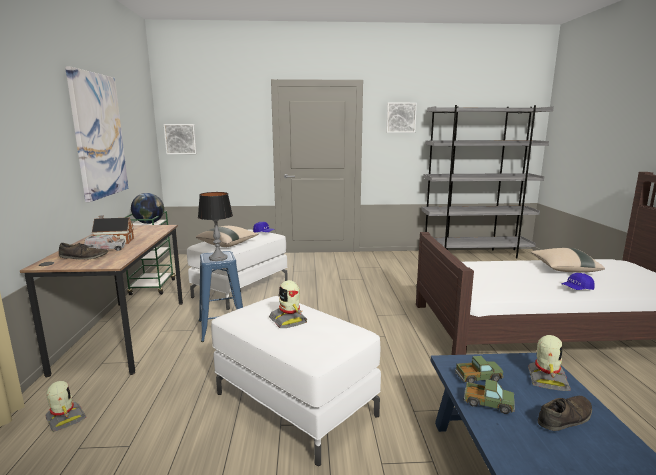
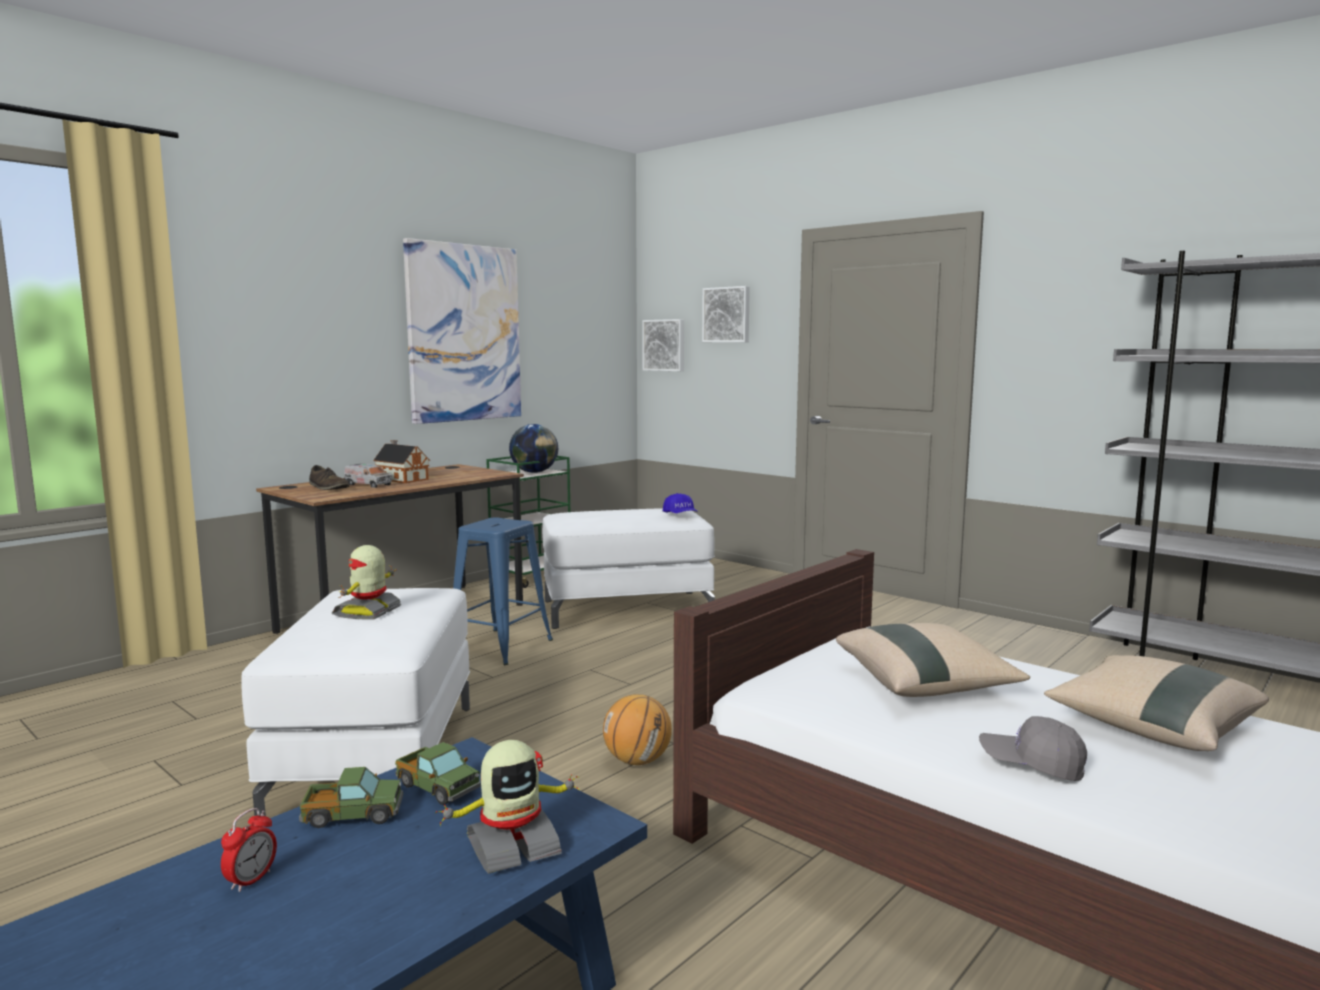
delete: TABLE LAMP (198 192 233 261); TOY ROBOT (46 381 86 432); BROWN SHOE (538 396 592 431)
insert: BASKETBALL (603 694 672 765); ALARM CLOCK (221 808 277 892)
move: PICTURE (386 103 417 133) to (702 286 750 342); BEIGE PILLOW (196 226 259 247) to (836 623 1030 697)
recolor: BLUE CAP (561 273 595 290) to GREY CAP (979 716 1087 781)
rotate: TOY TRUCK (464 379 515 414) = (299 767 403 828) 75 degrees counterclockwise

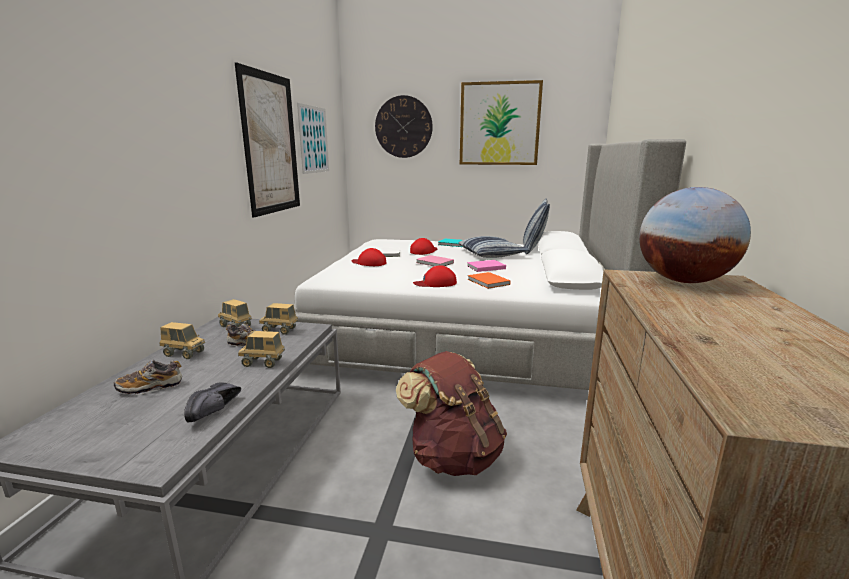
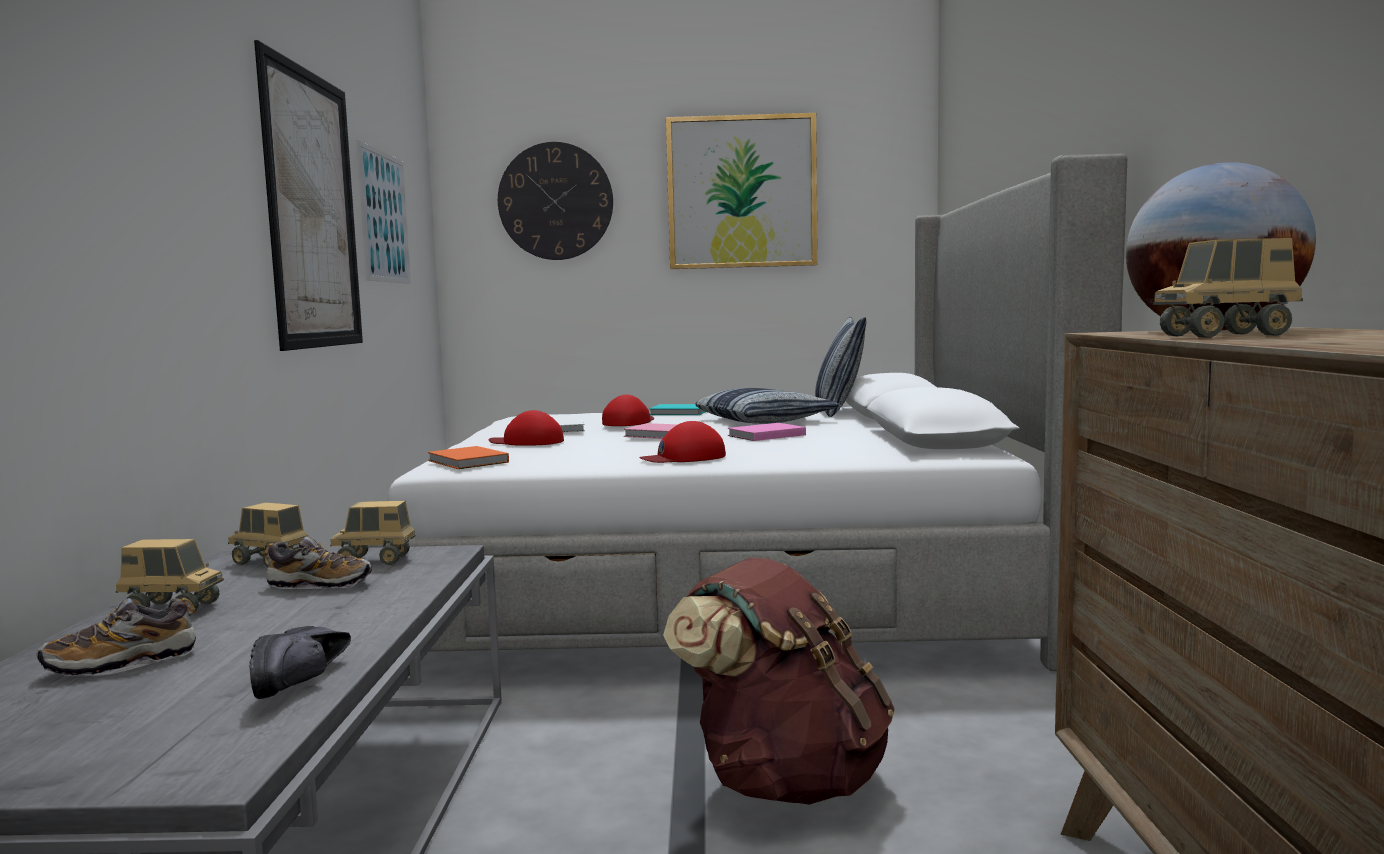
move: ORANGE BOOK (468 272 510 289) to (428 446 509 469); TOY TRUCK (238 331 285 368) to (1153 238 1303 338)

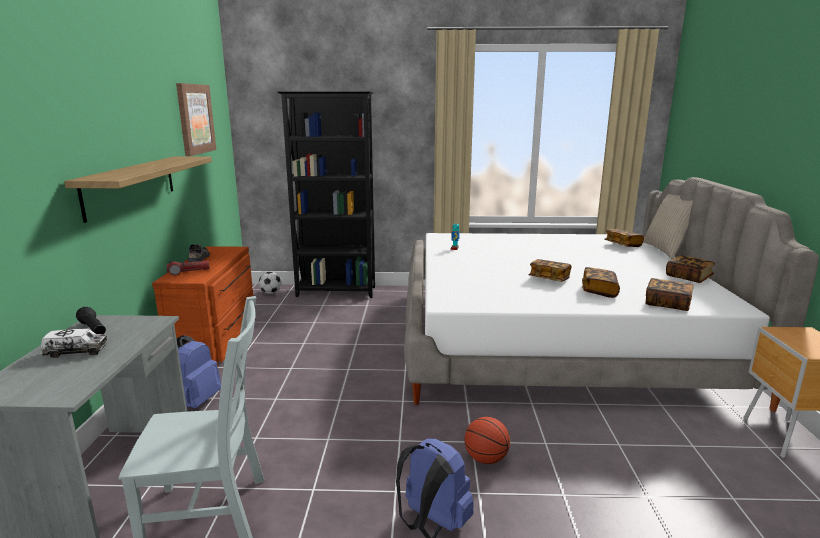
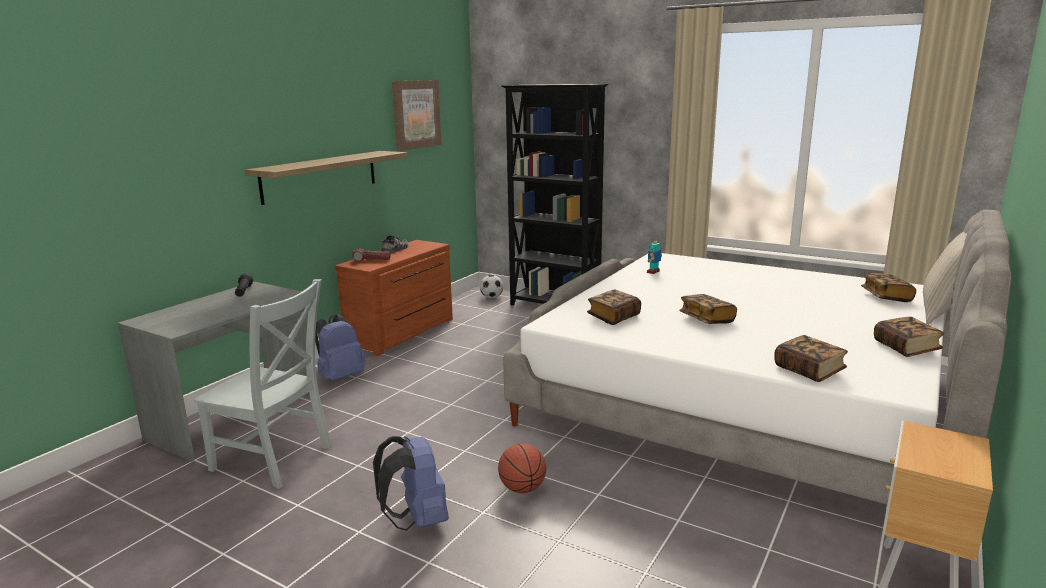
delete: TOY TRUCK (41 329 108 358)
move: BOOK (582 267 620 298) to (587 290 641 325)

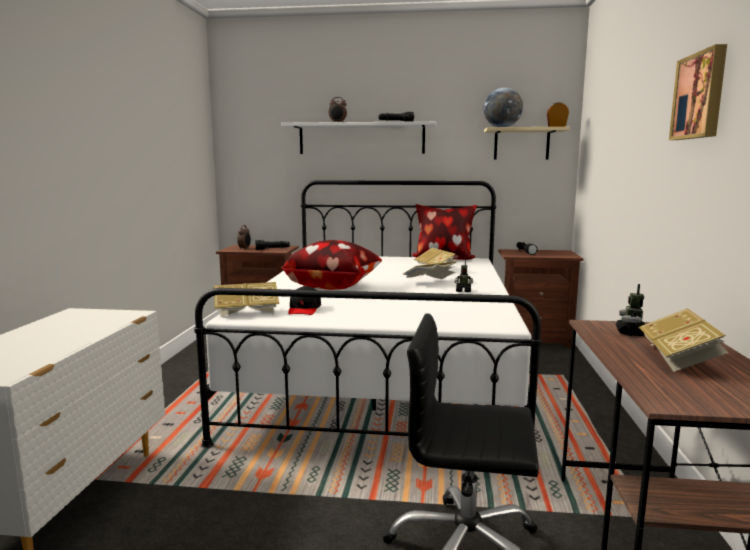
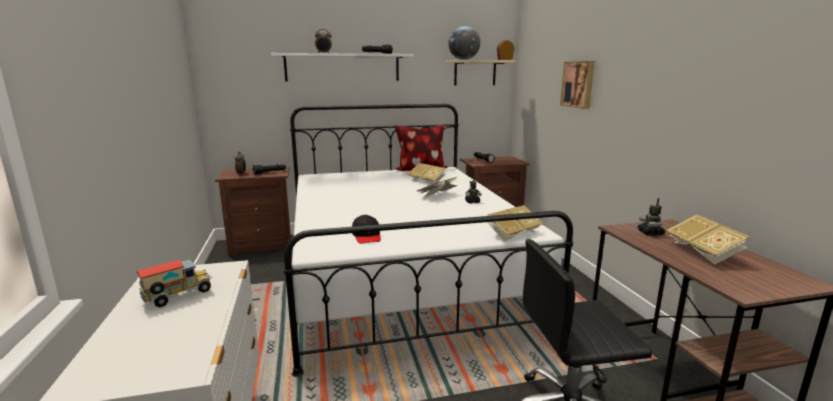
delete: PILLOW (281 240 382 290)
insert: TOY TRUCK (137 260 212 307)
move: PICTURE (669 44 727 140) to (560 61 595 109); BOOK (214 282 279 317) to (487 205 543 242)

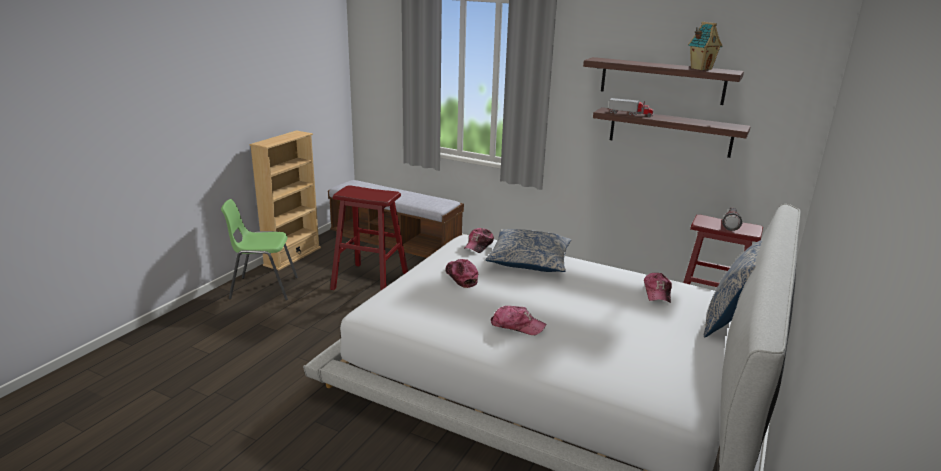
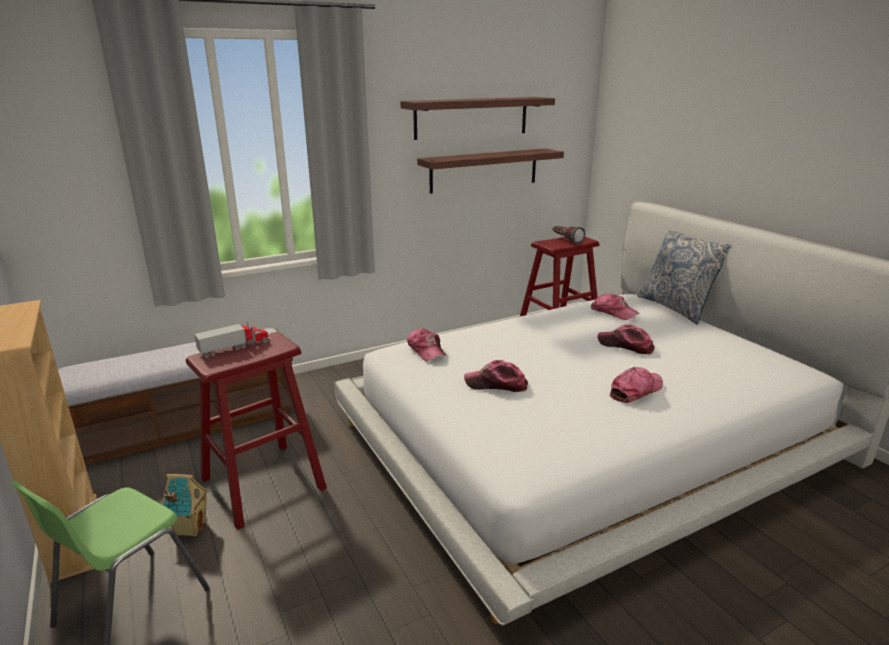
delete: PILLOW (485 229 571 272)
insert: CAP (598 324 655 355)
move: TOY HOUSE (688 22 722 70) to (161 474 209 537); TOY TRUCK (609 98 653 117) to (194 322 270 358)

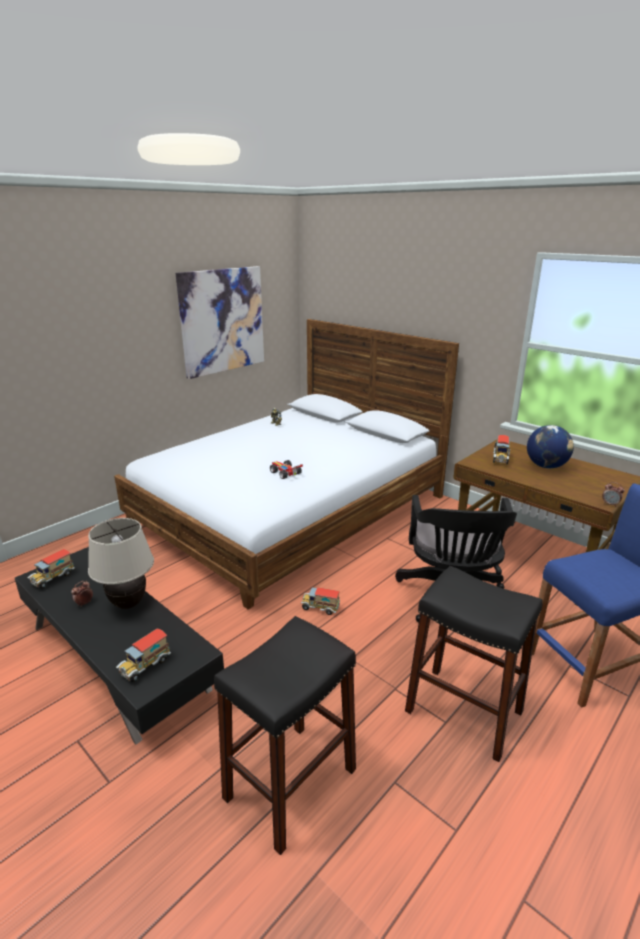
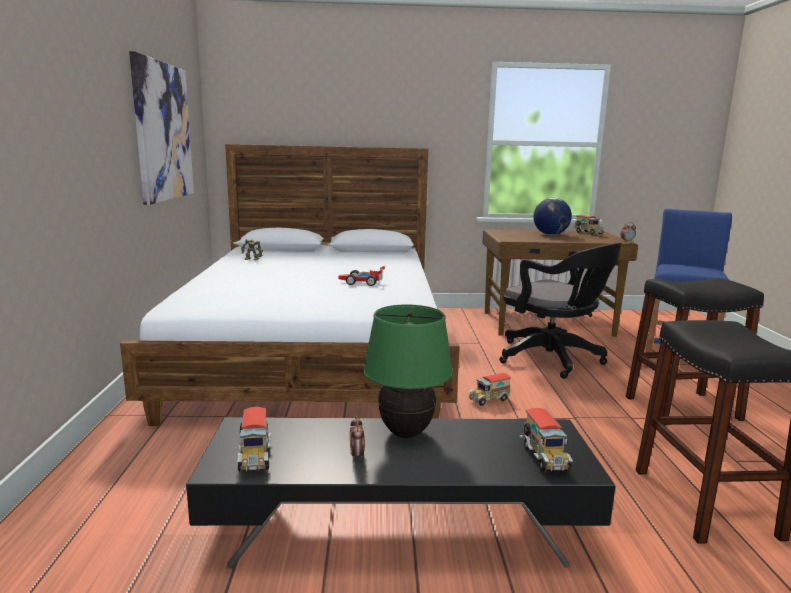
move: TOY TRUCK (493 435 510 465) to (573 215 604 235)
recolor: BEIGE TABLE LAMP (88 518 154 609) to GREEN TABLE LAMP (363 304 453 438)

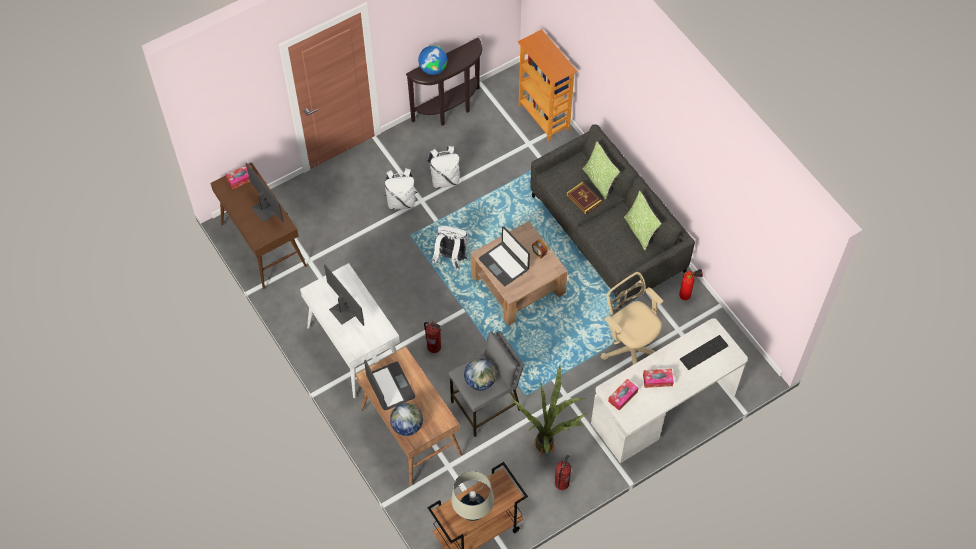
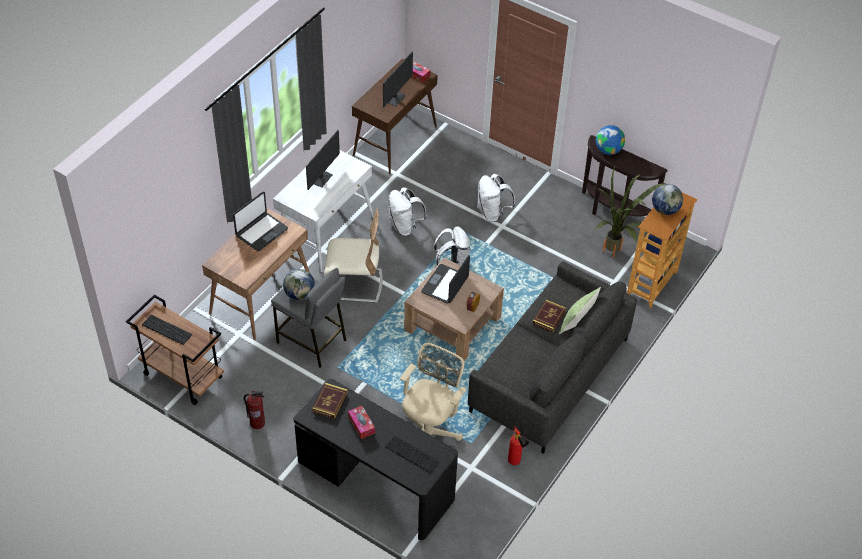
delete: PILLOW (624 191 661 250)
move: WHITE BACKPACK (427 146 461 189) to (388 187 427 236); POTTED PLANT (512 365 588 457) to (596 165 665 258); GLOBE (390 403 423 436) to (652 184 683 215)
replace: FIRE EXTINGUISHER (424 322 441 353) to BEIGE CHAIR (324 208 383 303); TISSUE BOX (608 379 638 411) to BOOK (312 382 348 419); BEIGE TABLE LAMP (451 471 494 521) to KEYBOARD (142 315 192 345)
recolor: WHITE DESK (591 318 748 463) to BLACK DESK (293 378 458 540)

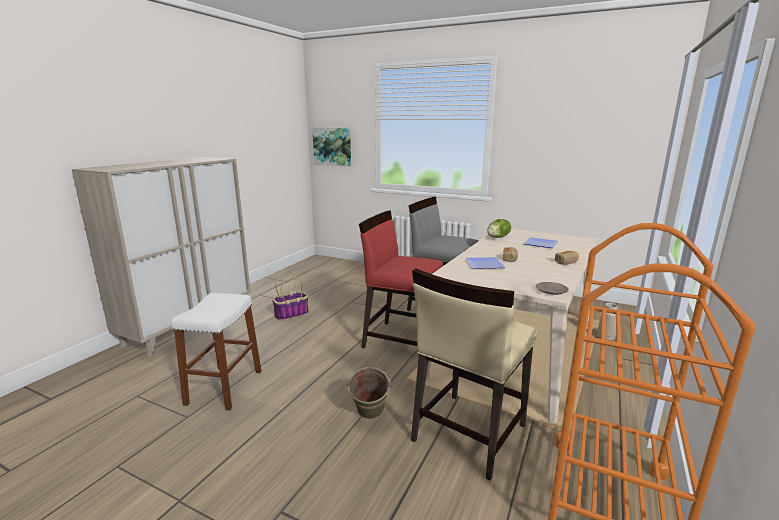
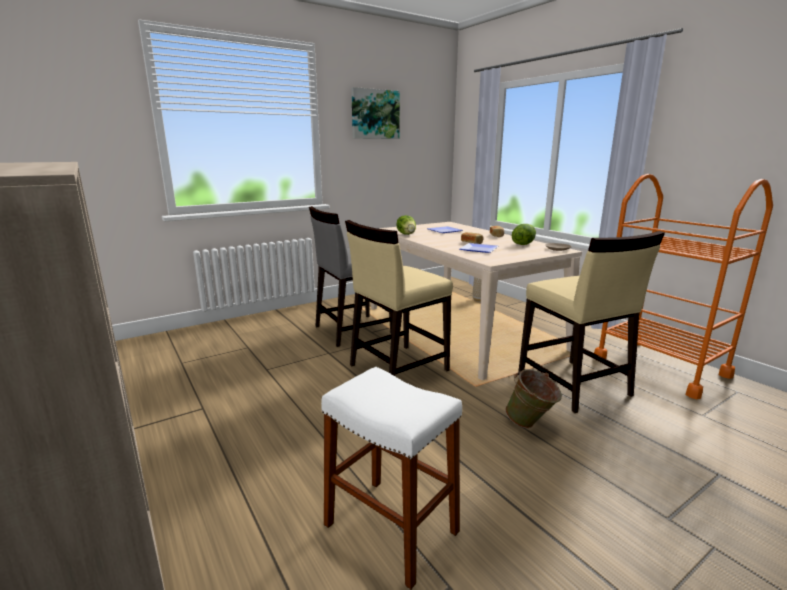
delete: BASKET (272 271 309 321)
insert: LETTUCE (512 224 536 245)
move: PICTURE (312 128 351 167) to (351 87 400 139)
recolor: RED CHAIR (359 210 443 348) to BEIGE CHAIR (345 220 453 376)

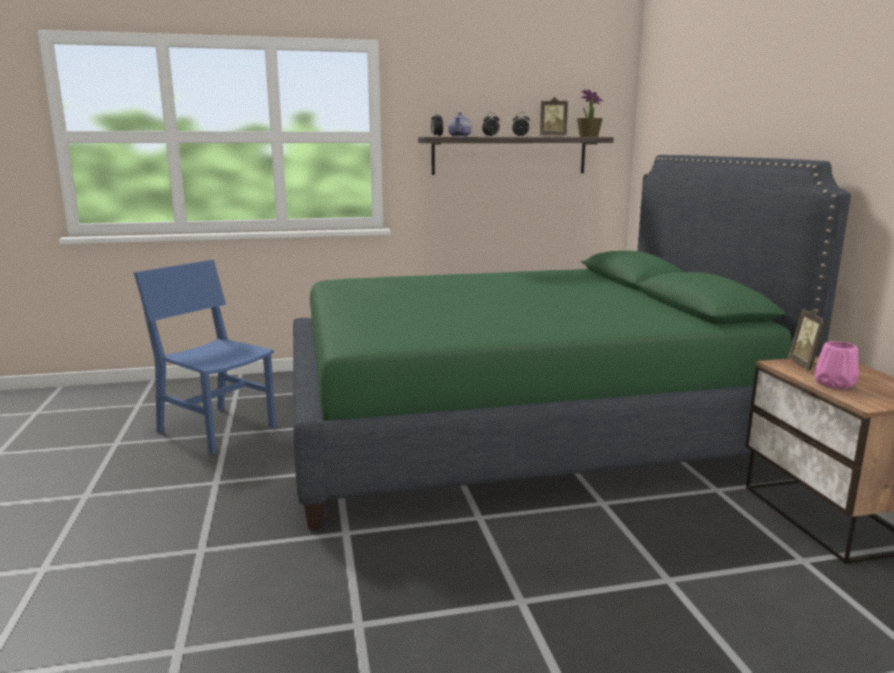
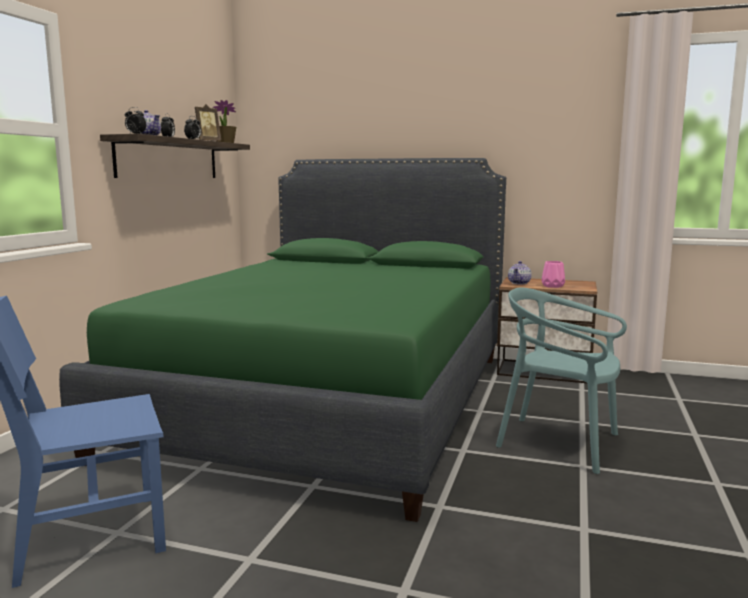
insert: TURQUOISE CHAIR (496 288 627 474)
replace: PICTURE FRAME (788 308 827 370) to TEAPOT (508 261 532 285)

